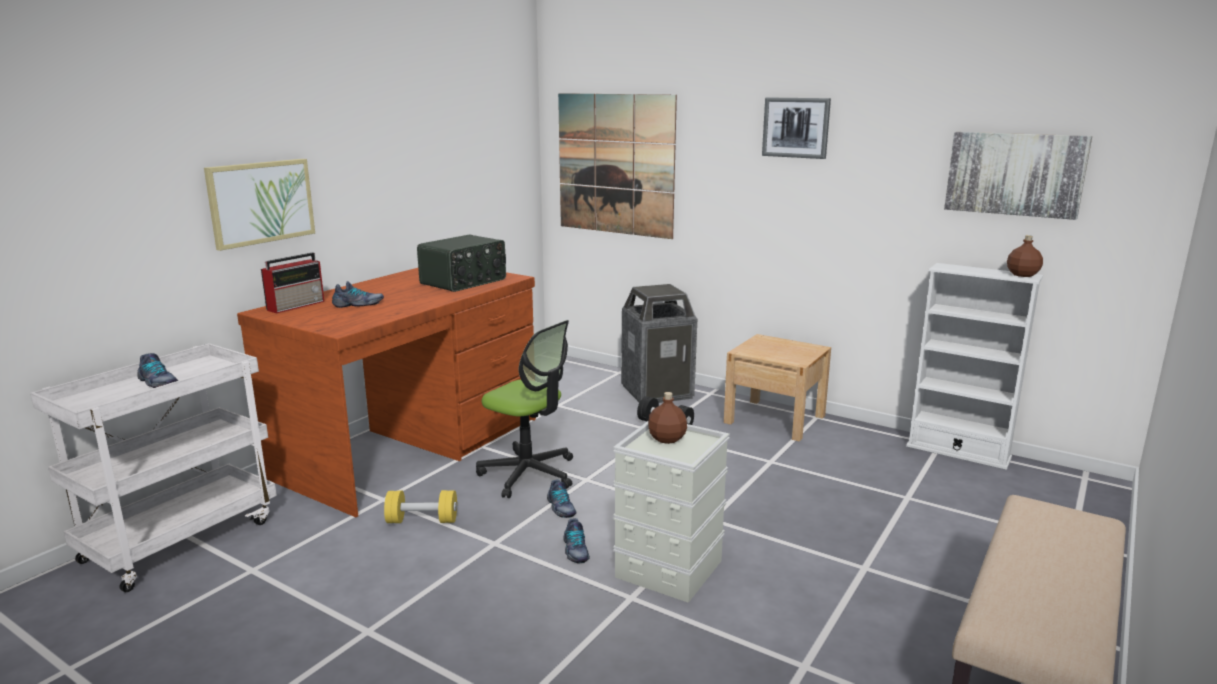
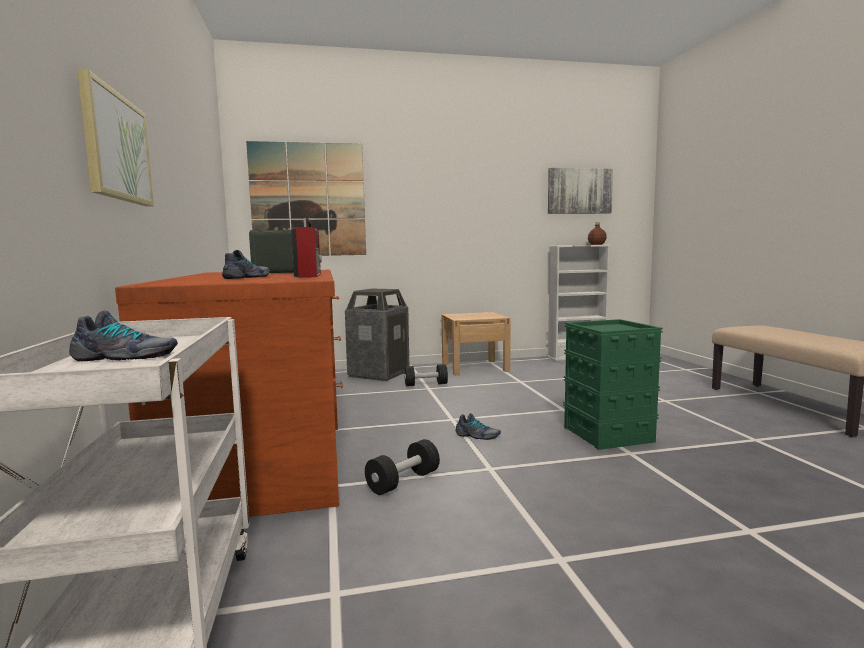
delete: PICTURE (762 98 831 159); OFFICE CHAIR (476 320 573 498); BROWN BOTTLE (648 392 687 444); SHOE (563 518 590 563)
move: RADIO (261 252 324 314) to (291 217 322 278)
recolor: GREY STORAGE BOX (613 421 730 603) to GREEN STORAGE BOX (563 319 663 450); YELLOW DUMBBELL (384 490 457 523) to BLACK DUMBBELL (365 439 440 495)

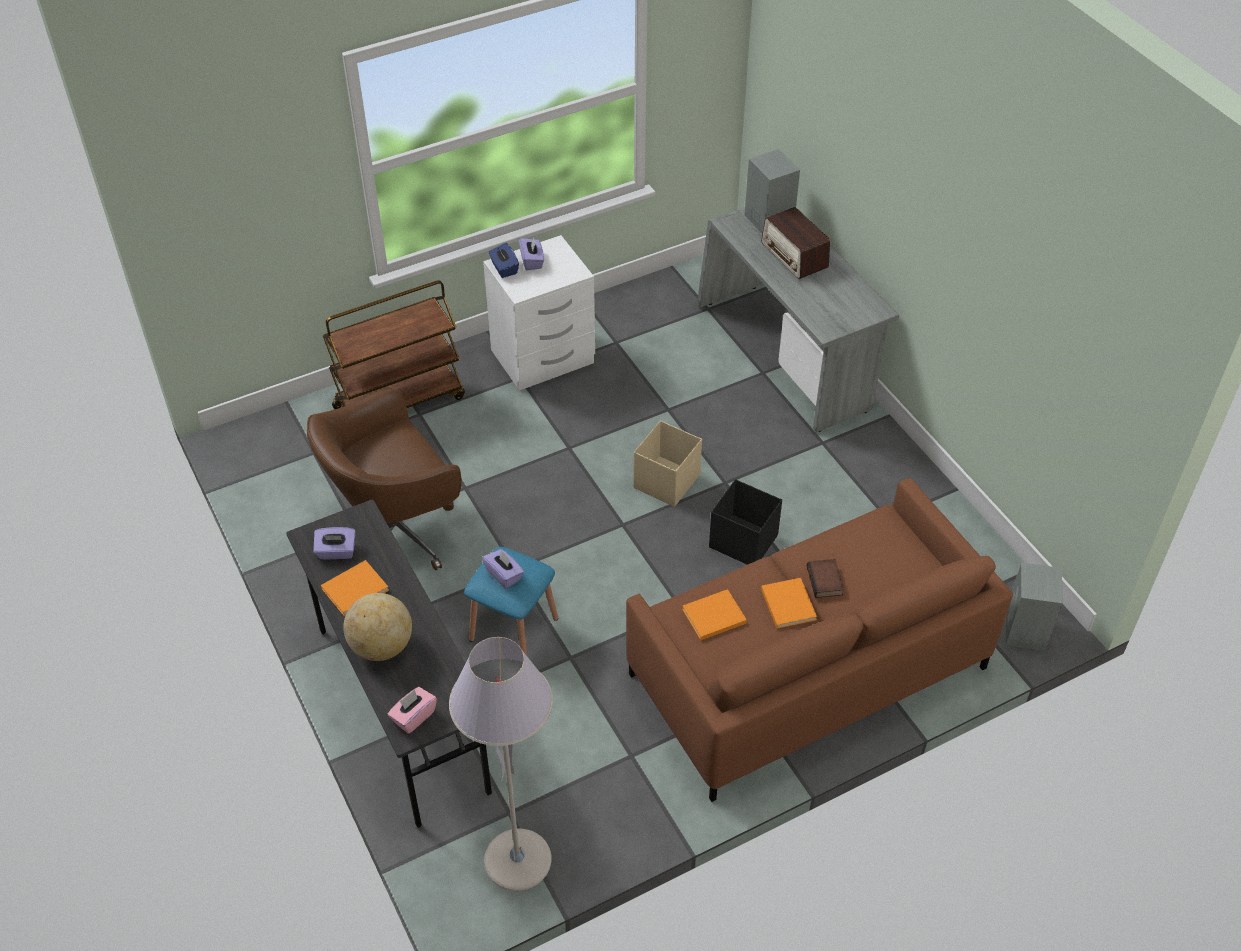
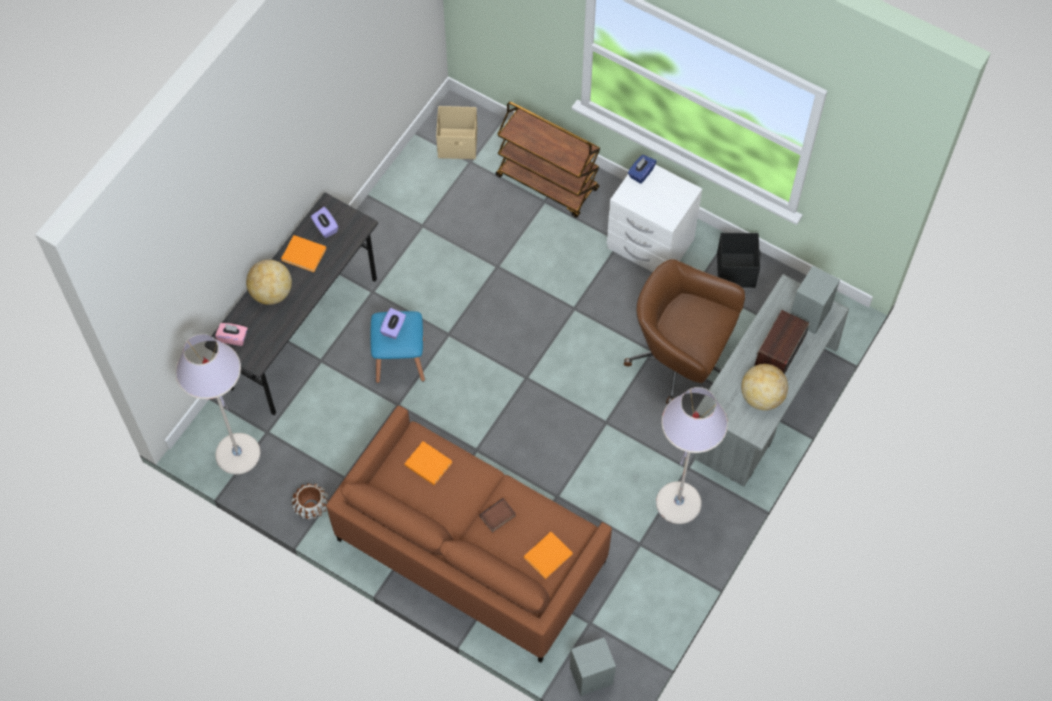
delete: PURPLE TISSUE BOX (519 238 544 270)
insert: GLOBE (741 364 788 410); GREY FLOOR LAMP (656 387 728 524); BROWN PLANTER (291 483 329 520)
move: BROWN OFFICE CHAIR (307 388 462 570) to (624 259 745 404); BEIGE STORAGE BOX (633 421 702 507) to (436 106 477 159); BLACK STORAGE BOX (709 479 782 565) to (717 233 761 288); ORANGE BOOK (761 578 817 629) to (524 532 573 579)

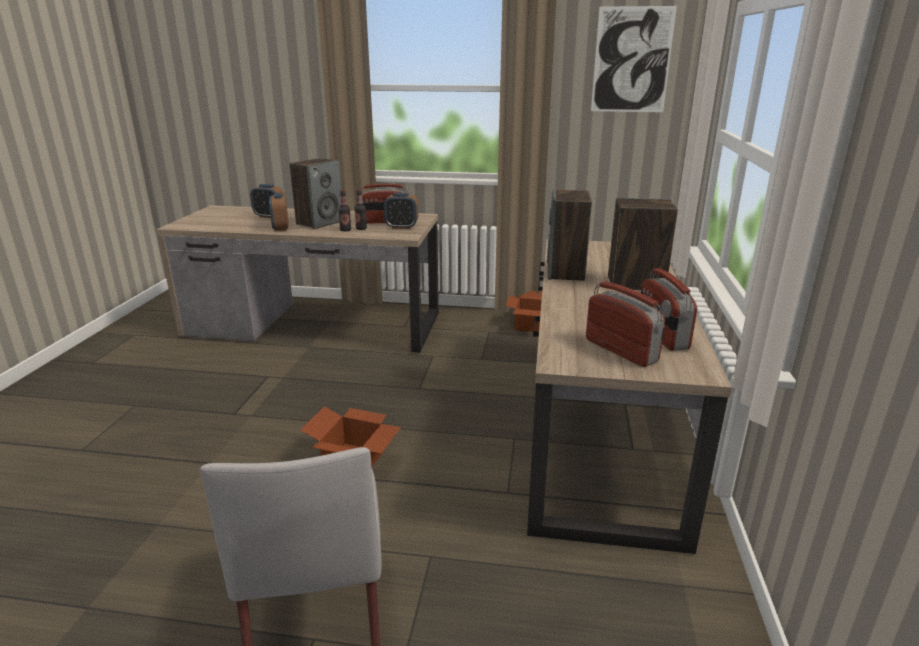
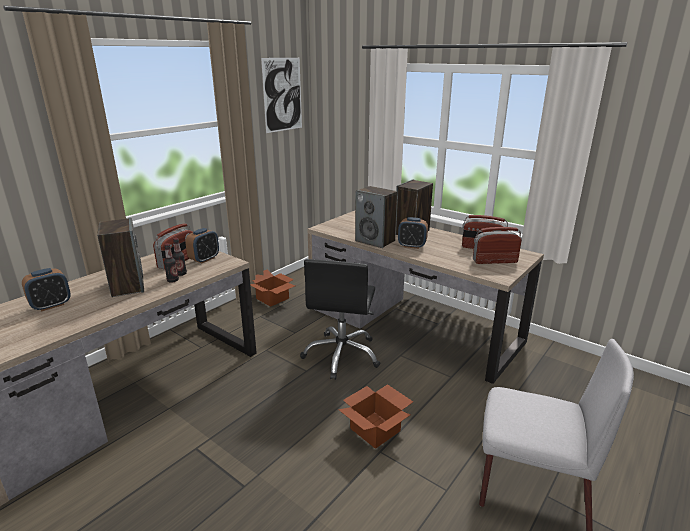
insert: BLACK OFFICE CHAIR (300 259 381 380)
move: ALARM CLOCK (269 193 288 231) to (398 217 428 249)

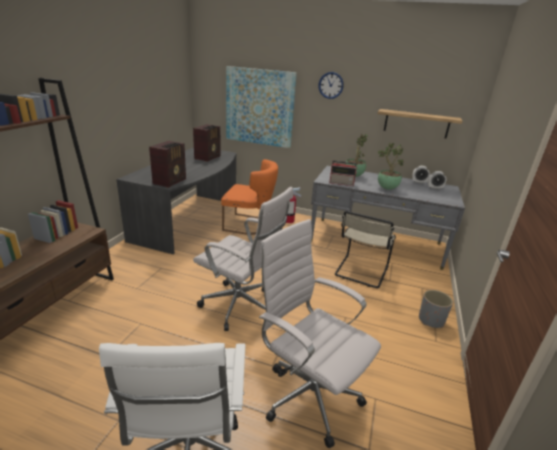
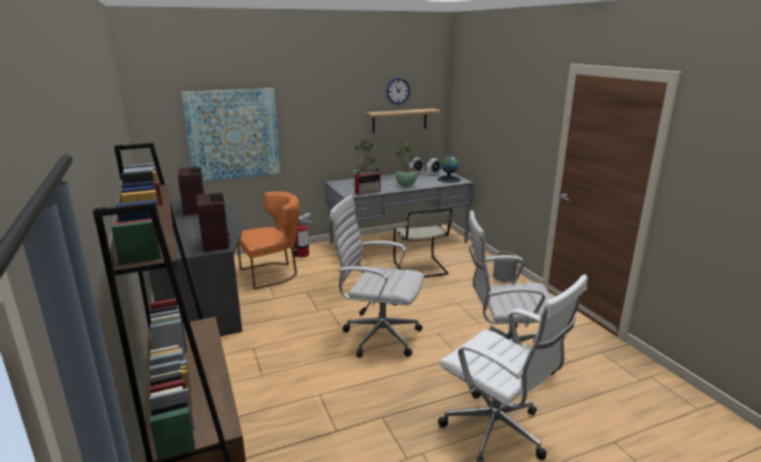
insert: GLOBE (438 155 461 183)
move: WALL CLOCK (318 72 344 99) to (386 78 410 105)
rotate: WHITE OFFICE CHAIR (193 187 293 331) = (329 195 424 357) 150 degrees counterclockwise

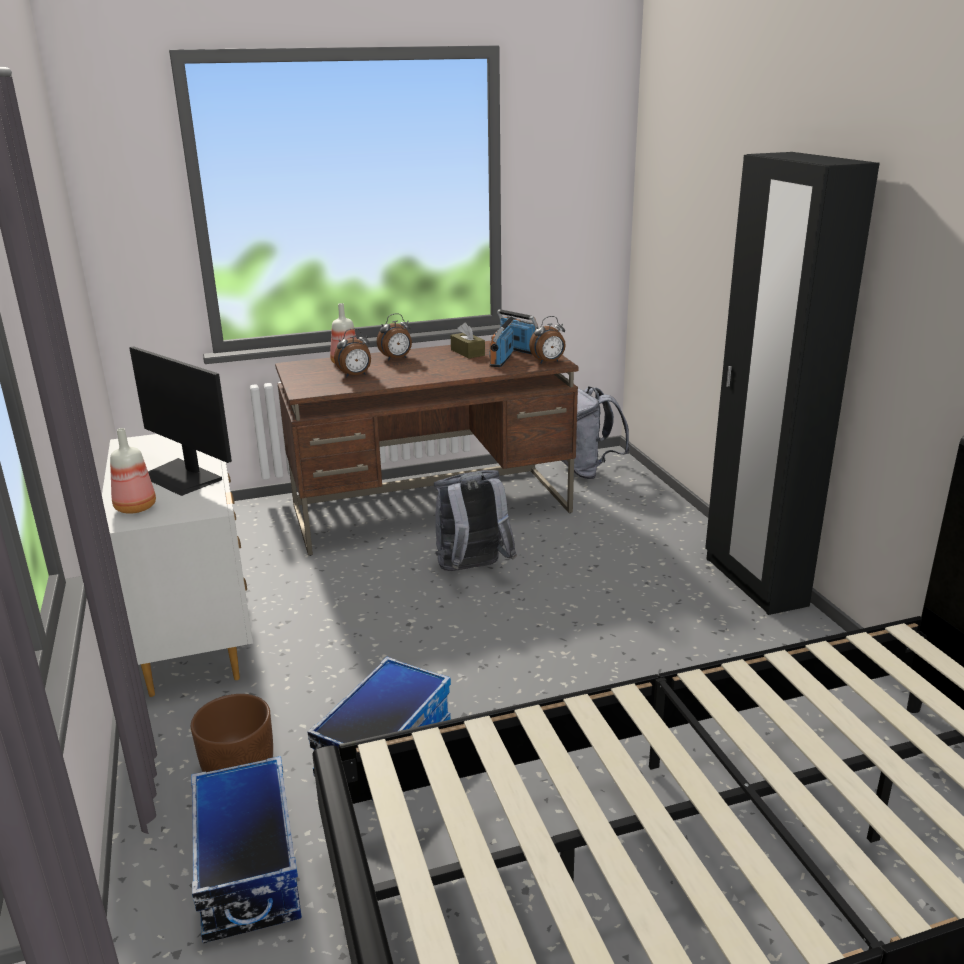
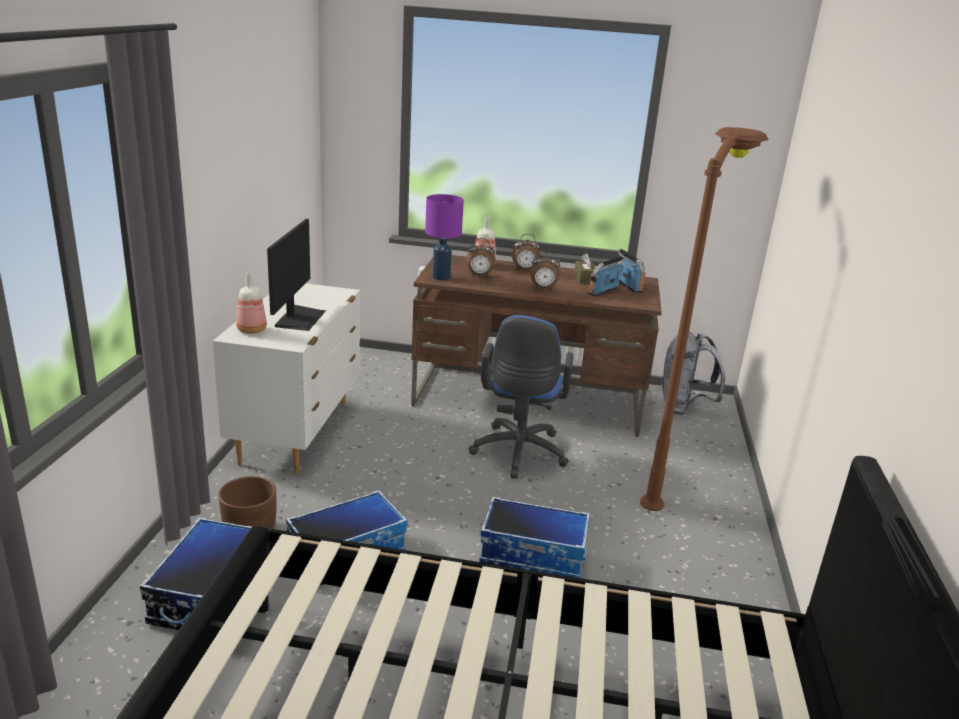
delete: BLACK WARDROBE (705 152 880 615)
insert: BROWN FLOOR LAMP (640 127 769 511); PURPLE TABLE LAMP (425 194 464 280); STORAGE BOX (479 497 590 578)
move: ALARM CLOCK (529 316 566 364) to (530 250 560 290)
replace: GREY BACKPACK (434 470 517 571) to BLUE OFFICE CHAIR (469 315 574 479)
rotate: MONITOR (129 346 232 496) = (267 219 326 331) 150 degrees counterclockwise

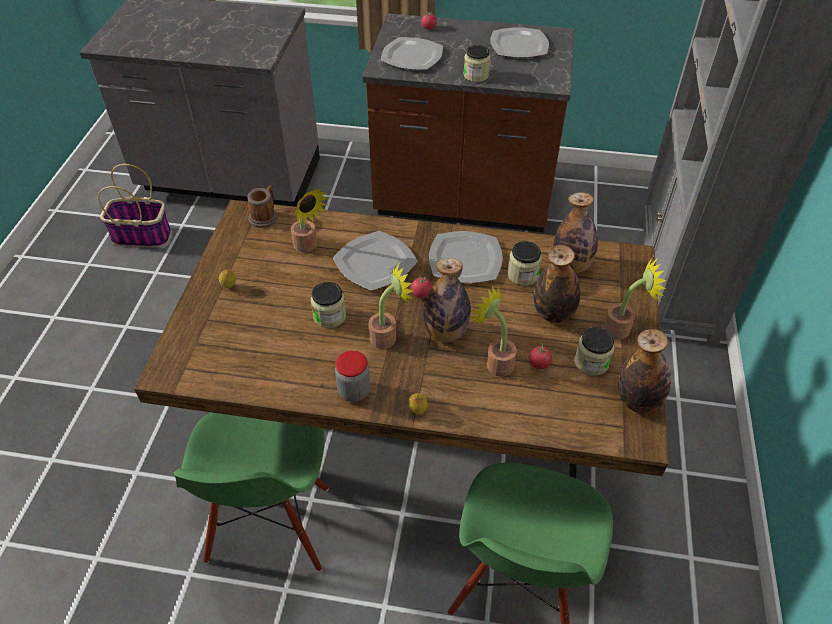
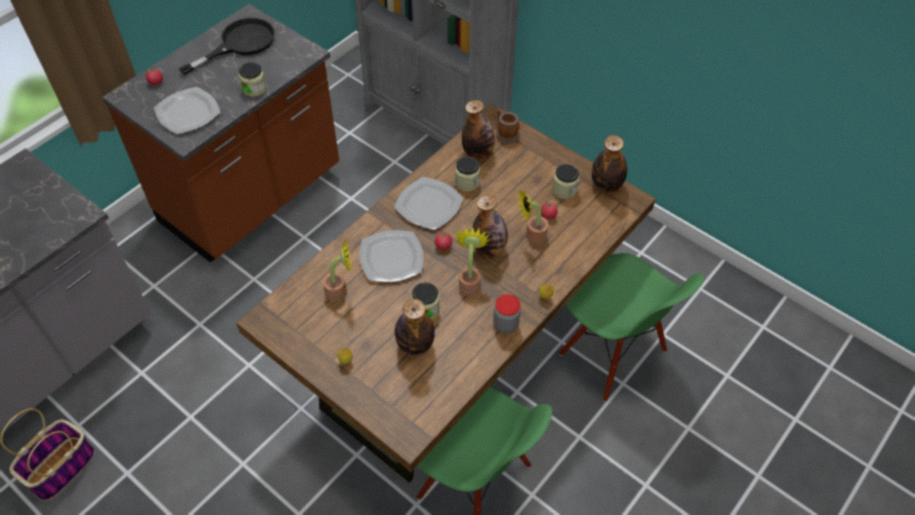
delete: POTTED PLANT (603 257 667 339)
move: MUG (247 185 278 228) to (496 109 520 144); BOTTLE (534 245 580 323) to (395 299 435 355)
replace: PLATE (490 27 549 58) to BLACK FRYING PAN (179 18 275 75)

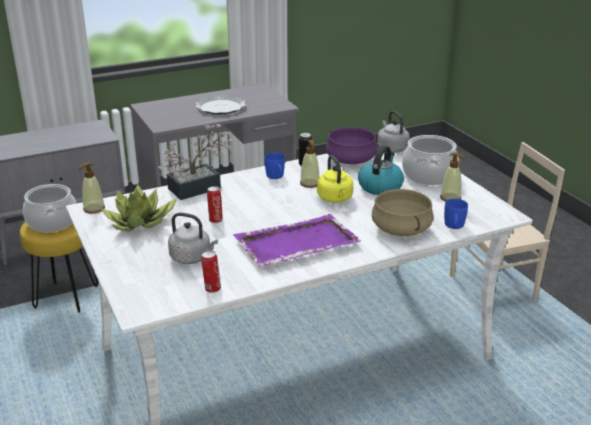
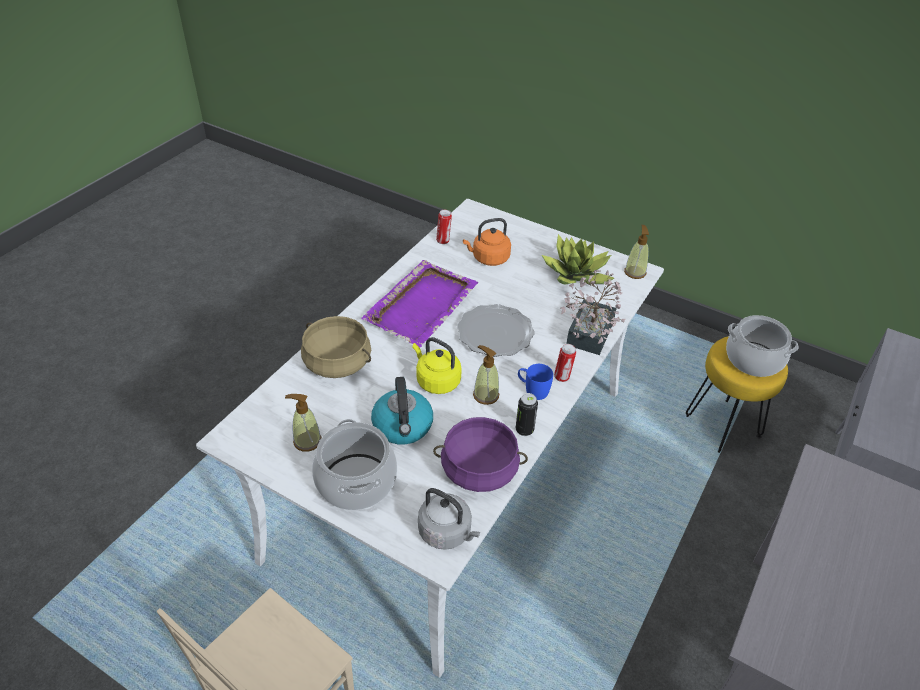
delete: BLUE MUG (444 199 468 229)
move: PLATE (196 95 245 114) to (457 304 535 357); CAN (207 186 223 223) to (554 344 576 382)
recolor: GREY KETTLE (168 213 218 264) to ORANGE KETTLE (463 218 511 266)

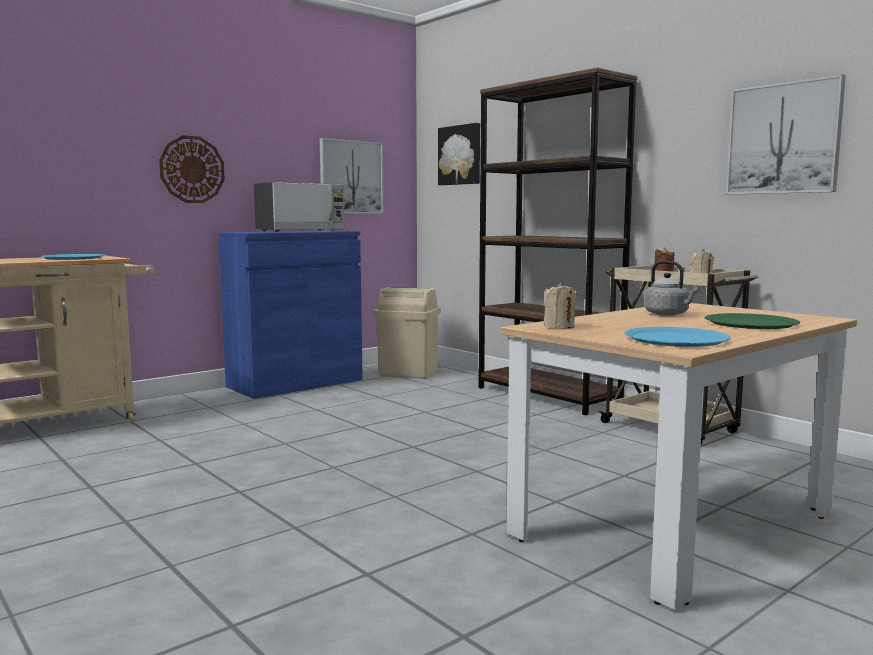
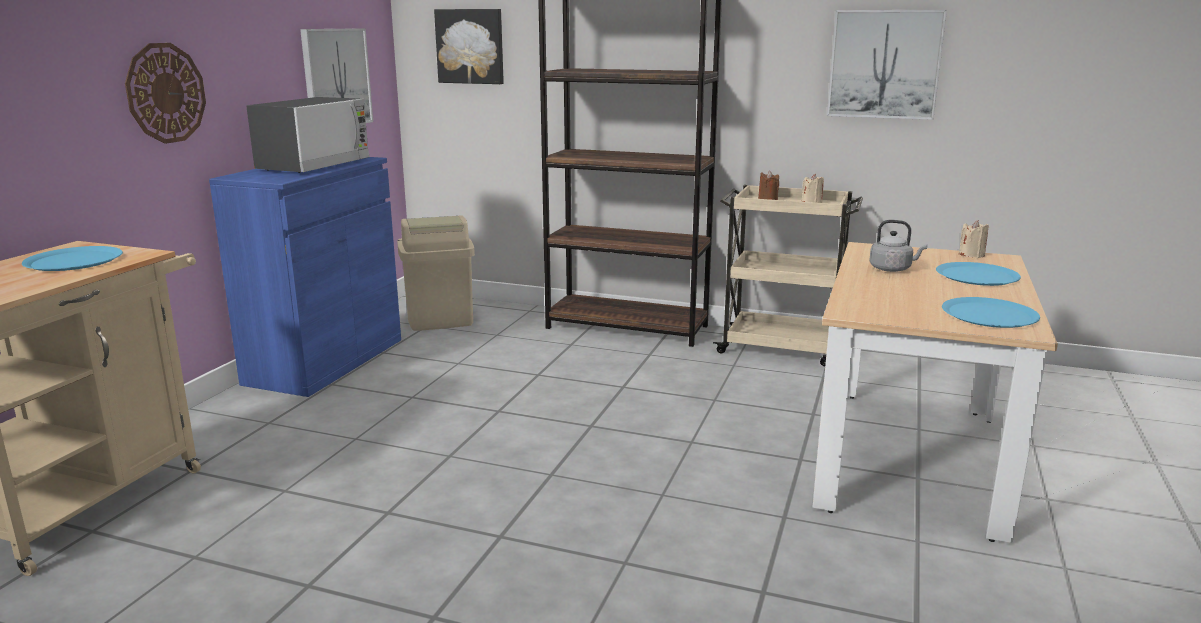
move: BEIGE CANDLE (544 282 577 328) to (959 220 989 258)
recolor: GREEN PLATE (705 313 800 329) to BLUE PLATE (936 262 1021 286)

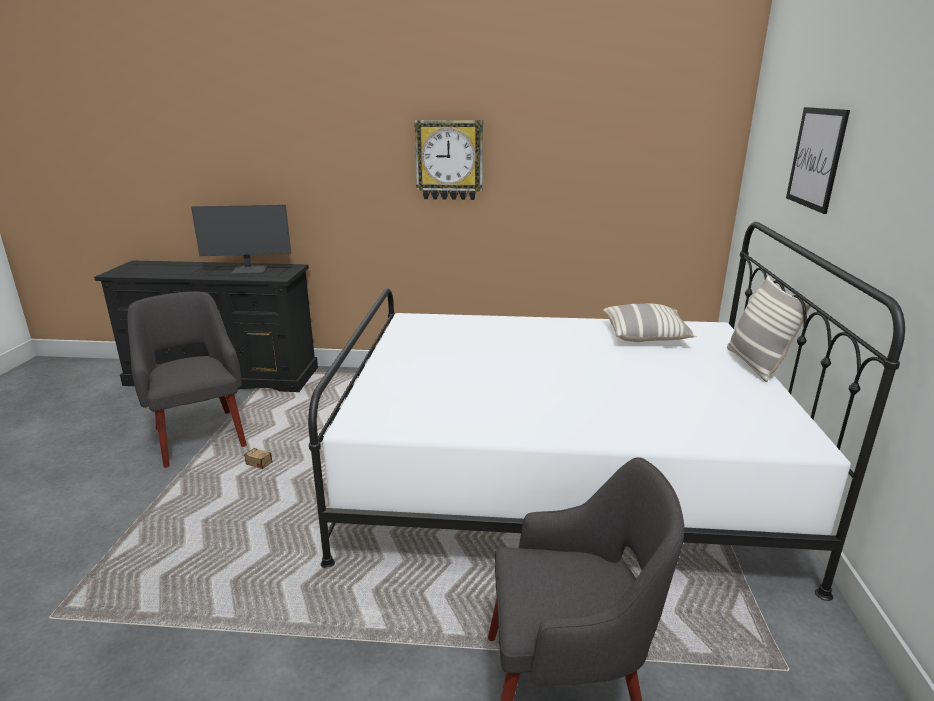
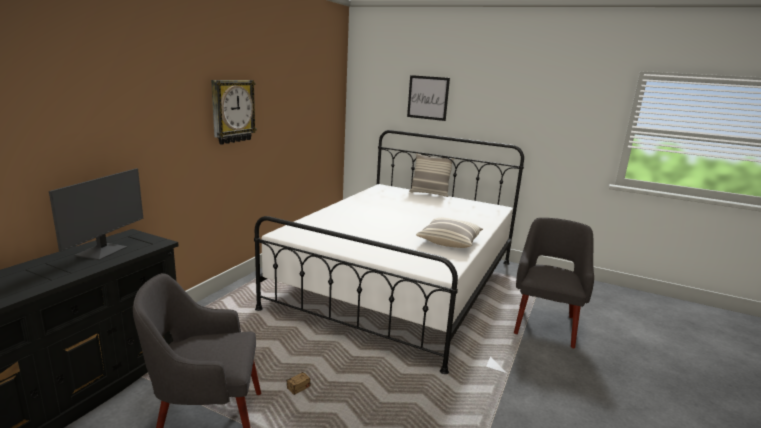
move: PILLOW (603 304 696 342) to (416 218 483 248)

